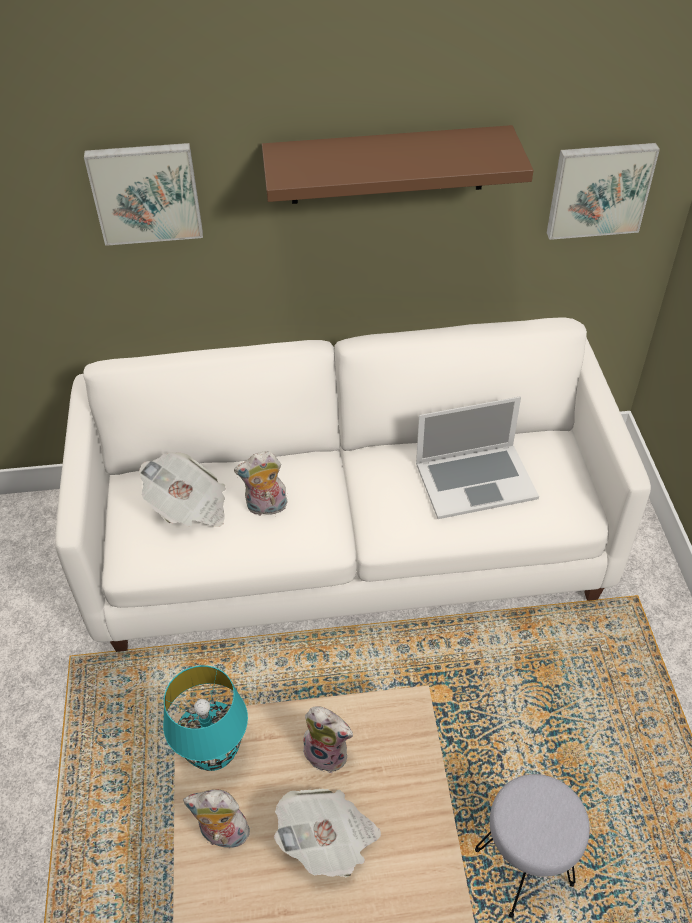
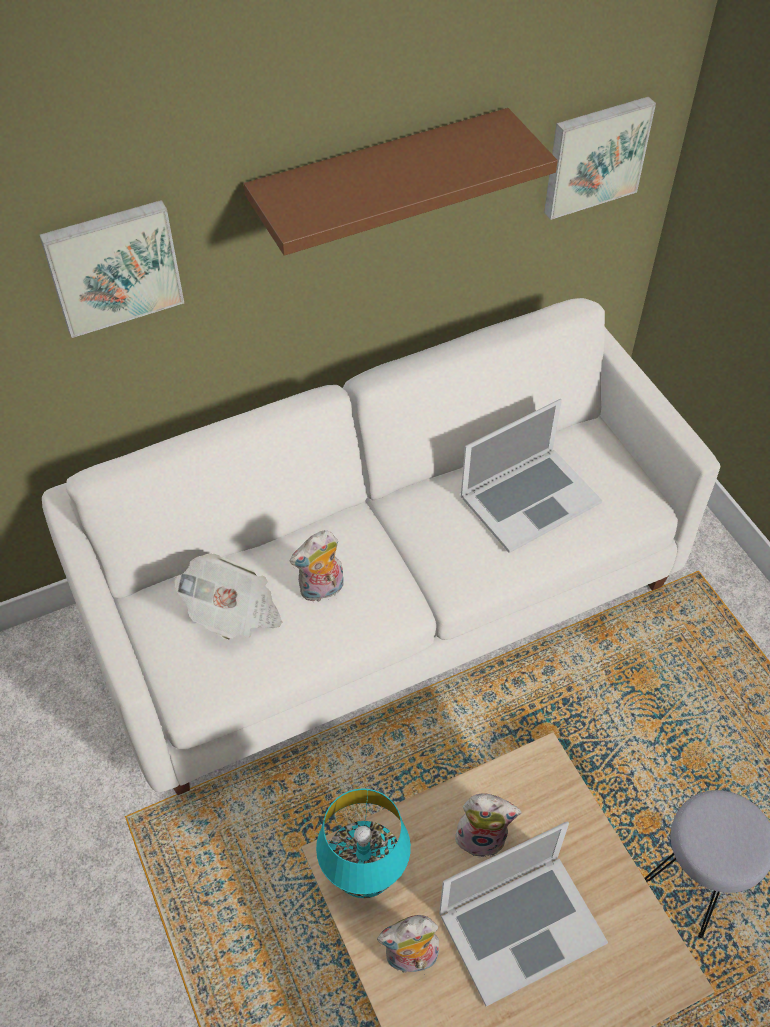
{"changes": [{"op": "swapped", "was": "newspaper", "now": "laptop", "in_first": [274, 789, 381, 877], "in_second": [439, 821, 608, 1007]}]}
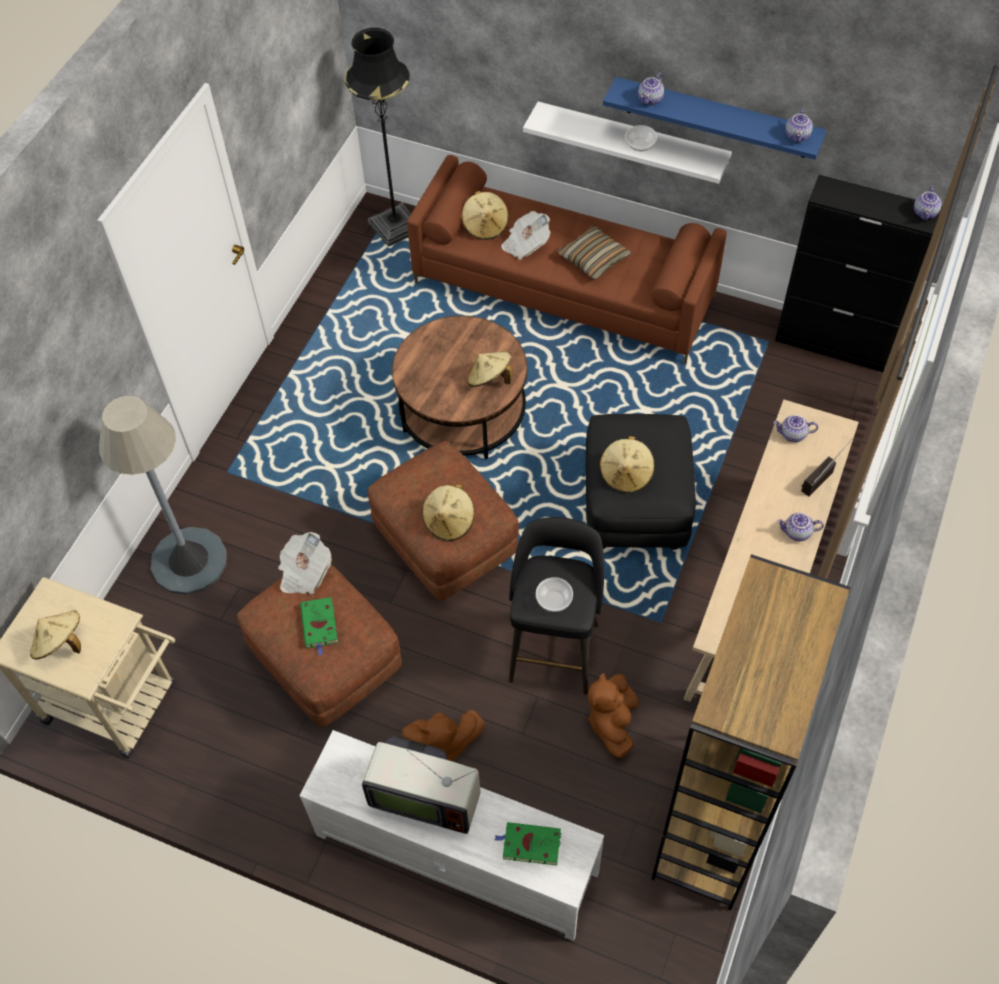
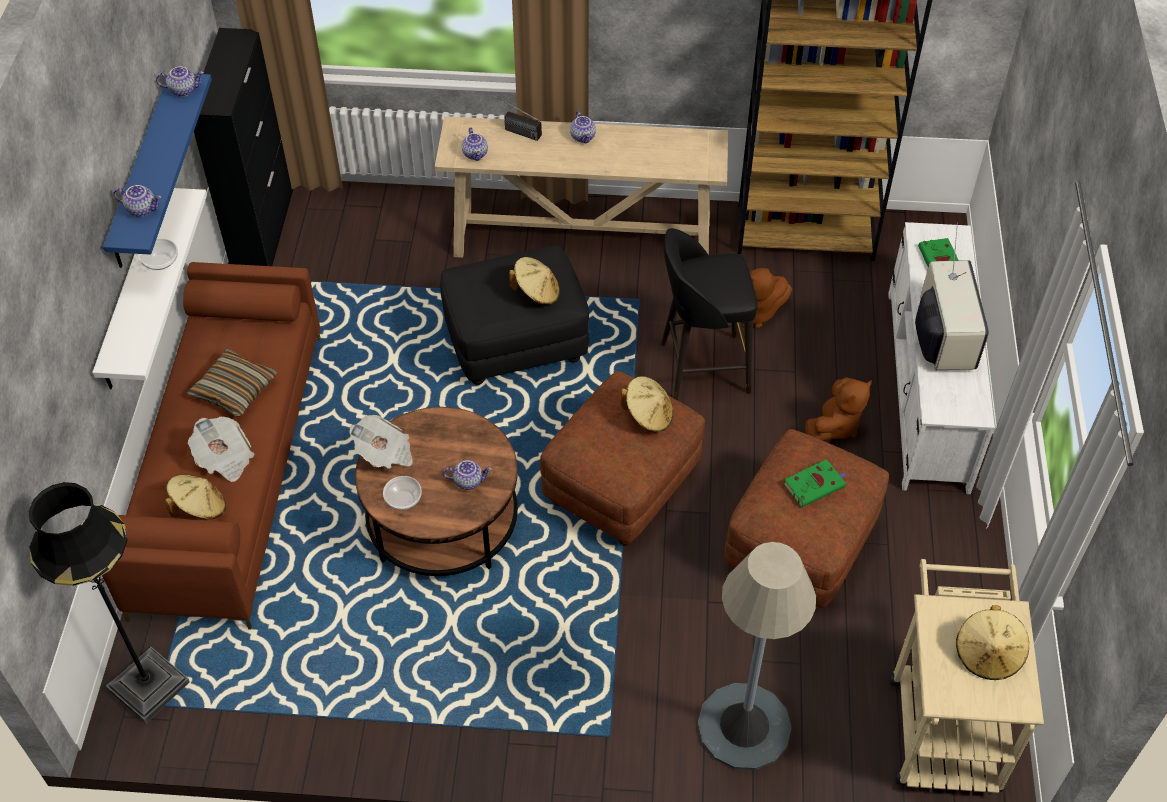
{"changes": [{"op": "shifted", "was": "newspaper", "in_first": [278, 532, 332, 594], "in_second": [349, 415, 413, 469]}, {"op": "shifted", "was": "bowl", "in_first": [536, 577, 573, 612], "in_second": [383, 476, 422, 510]}, {"op": "shifted", "was": "teapot", "in_first": [914, 186, 942, 220], "in_second": [443, 460, 492, 490]}, {"op": "rotated", "was": "brown plush toy", "in_first": [402, 710, 485, 761], "in_second": [805, 377, 872, 441], "clockwise": 60}, {"op": "gone", "was": "beige hat", "in_first": [467, 351, 512, 387]}]}
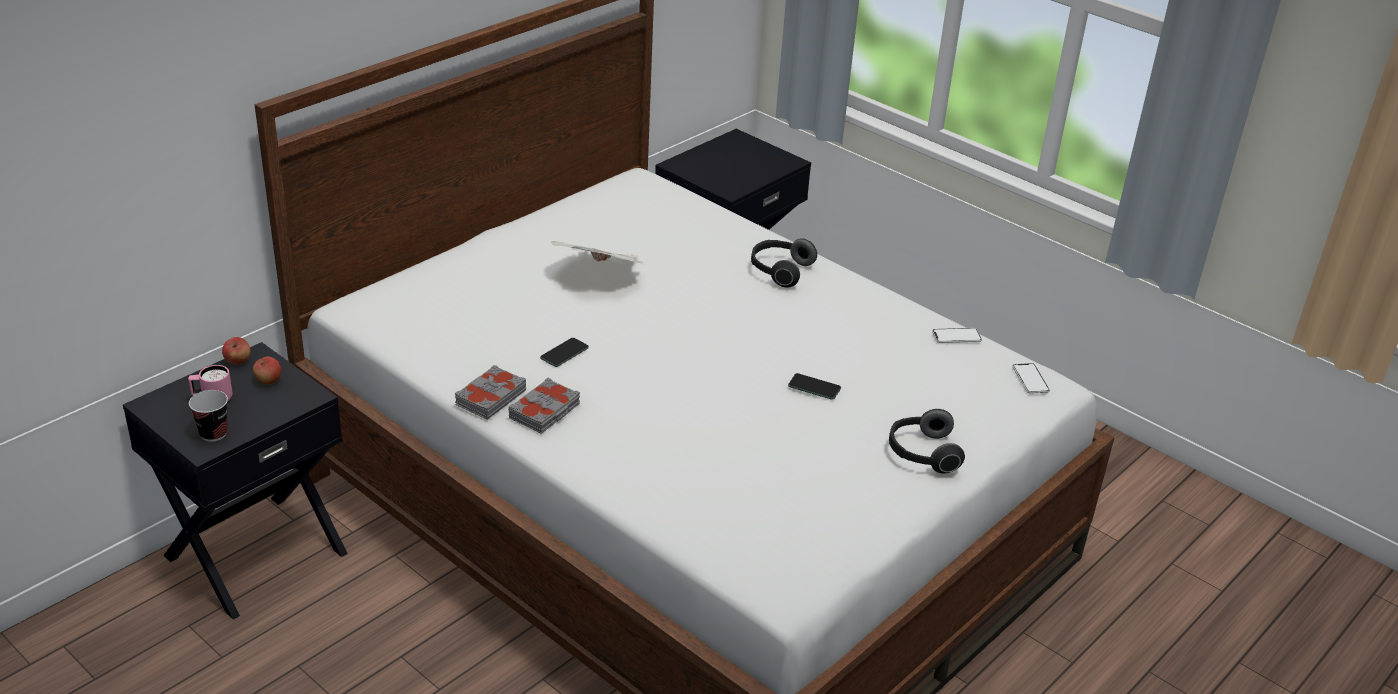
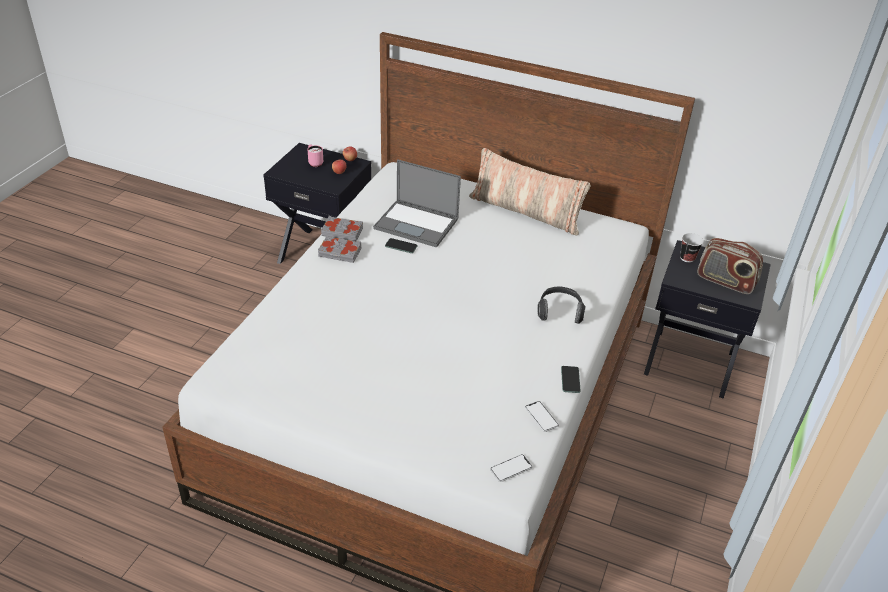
{"changes": [{"op": "new", "now": "laptop", "in_second": [373, 159, 461, 248]}, {"op": "new", "now": "pillow", "in_second": [469, 148, 591, 235]}, {"op": "shifted", "was": "phone", "in_first": [788, 373, 841, 400], "in_second": [561, 366, 581, 393]}, {"op": "shifted", "was": "cup", "in_first": [189, 390, 228, 442], "in_second": [680, 233, 704, 263]}, {"op": "new", "now": "radio", "in_second": [697, 238, 763, 294]}, {"op": "gone", "was": "newspaper", "in_first": [551, 241, 642, 264]}, {"op": "gone", "was": "headphones", "in_first": [889, 409, 965, 474]}]}
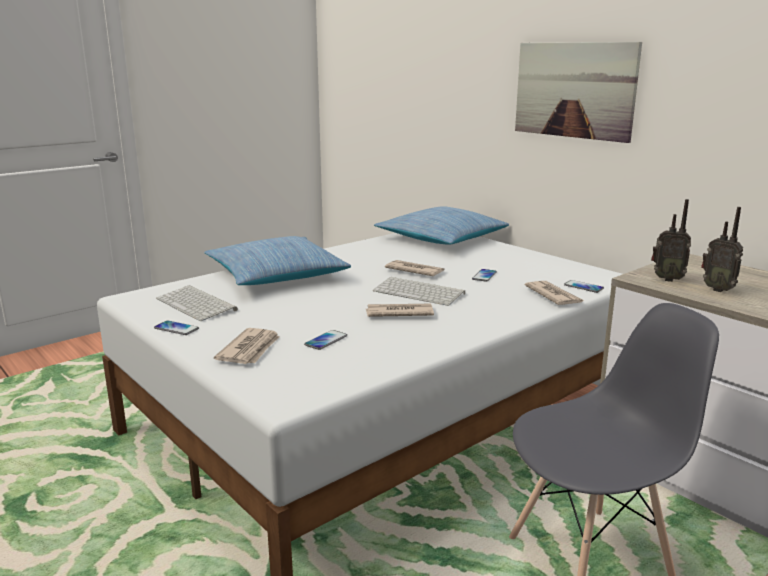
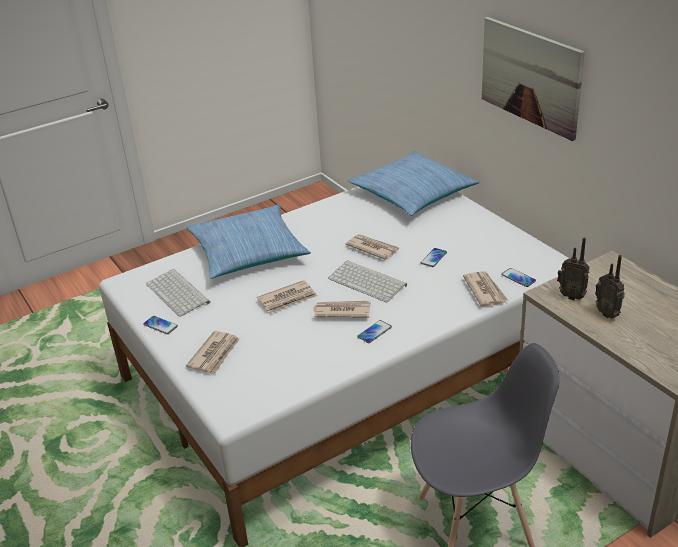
{"changes": [{"op": "new", "now": "newspaper", "in_second": [257, 280, 317, 313]}, {"op": "shifted", "was": "phone", "in_first": [304, 330, 347, 350], "in_second": [357, 320, 392, 343]}]}
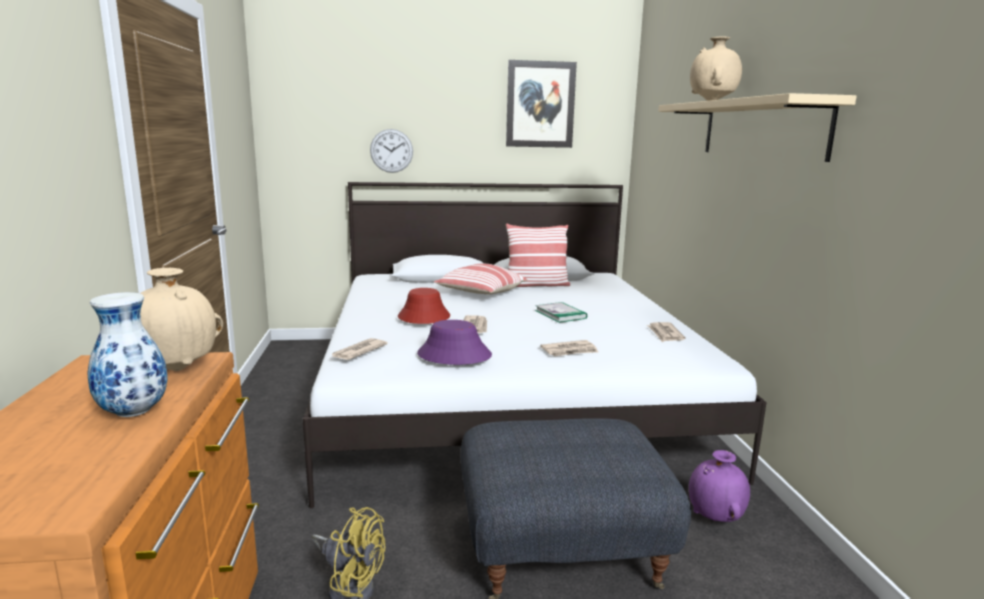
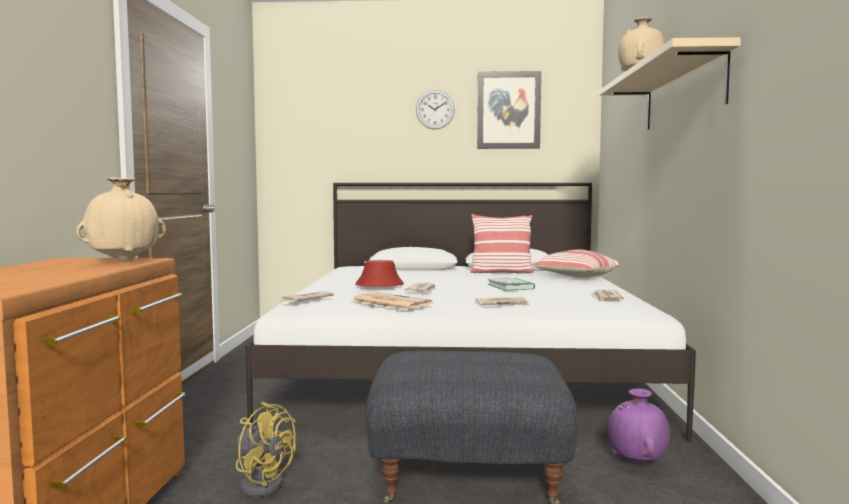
{"changes": [{"op": "swapped", "was": "purple hat", "now": "newspaper", "in_first": [417, 320, 492, 365], "in_second": [352, 292, 433, 310]}, {"op": "shifted", "was": "wall clock", "in_first": [370, 129, 413, 173], "in_second": [416, 90, 455, 130]}, {"op": "shifted", "was": "pillow", "in_first": [434, 264, 527, 295], "in_second": [531, 249, 622, 277]}, {"op": "gone", "was": "vase", "in_first": [88, 292, 168, 417]}]}
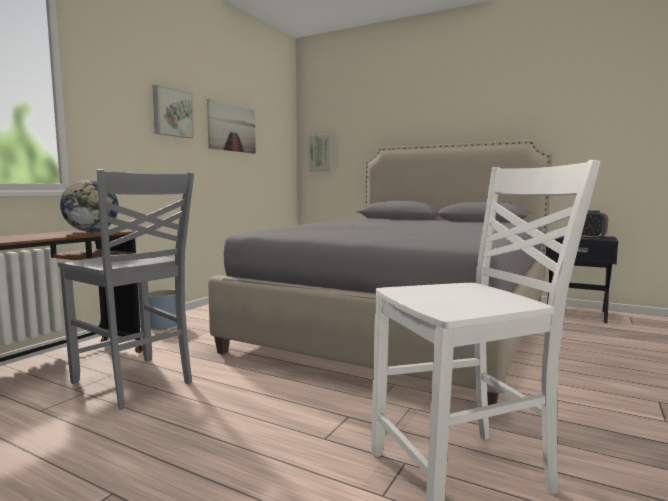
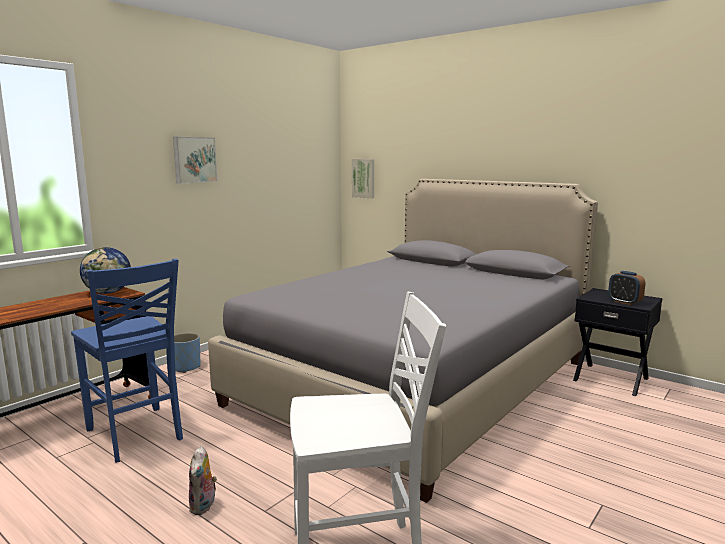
{"changes": [{"op": "repainted", "was": "grey chair", "now": "blue chair", "in_first": [58, 169, 194, 409], "in_second": [71, 259, 183, 463]}, {"op": "new", "now": "plush toy", "in_second": [189, 446, 217, 515]}, {"op": "gone", "was": "picture", "in_first": [207, 99, 256, 154]}]}
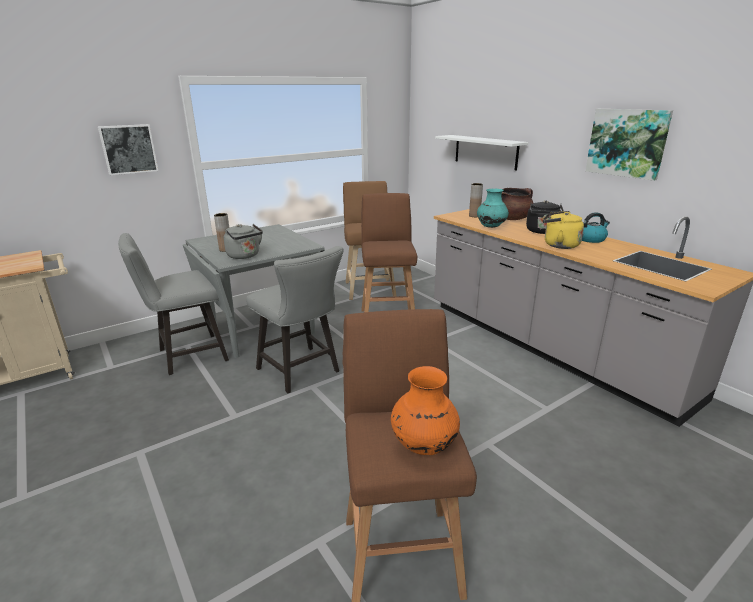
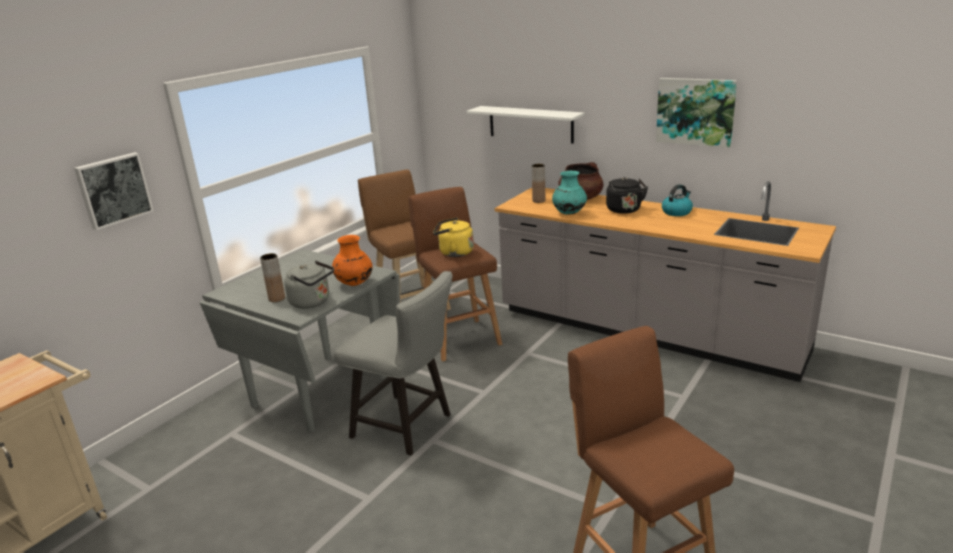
{"changes": [{"op": "shifted", "was": "orange vase", "in_first": [391, 366, 460, 455], "in_second": [332, 235, 372, 286]}, {"op": "shifted", "was": "yellow kettle", "in_first": [543, 211, 584, 249], "in_second": [433, 217, 474, 257]}, {"op": "gone", "was": "grey chair", "in_first": [118, 233, 229, 375]}]}
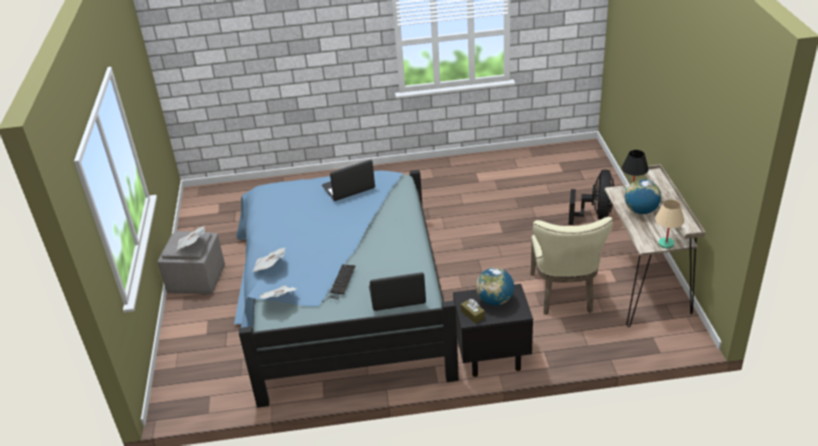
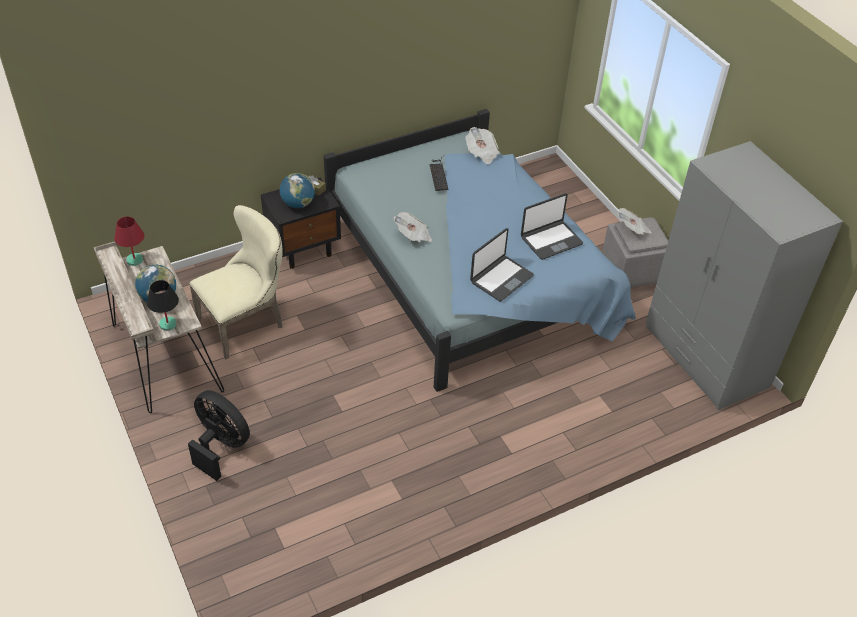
{"changes": [{"op": "repainted", "was": "beige table lamp", "now": "red table lamp", "in_first": [655, 200, 684, 249], "in_second": [114, 217, 144, 266]}, {"op": "rotated", "was": "black fan", "in_first": [569, 169, 614, 225], "in_second": [188, 390, 250, 481], "clockwise": 135}, {"op": "rotated", "was": "beige chair", "in_first": [531, 217, 613, 315], "in_second": [189, 205, 282, 359], "clockwise": 75}, {"op": "shifted", "was": "newspaper", "in_first": [252, 248, 285, 272], "in_second": [393, 212, 432, 242]}, {"op": "shifted", "was": "laptop", "in_first": [369, 272, 426, 311], "in_second": [521, 193, 583, 260]}, {"op": "new", "now": "grey wardrobe", "in_second": [646, 141, 843, 410]}]}
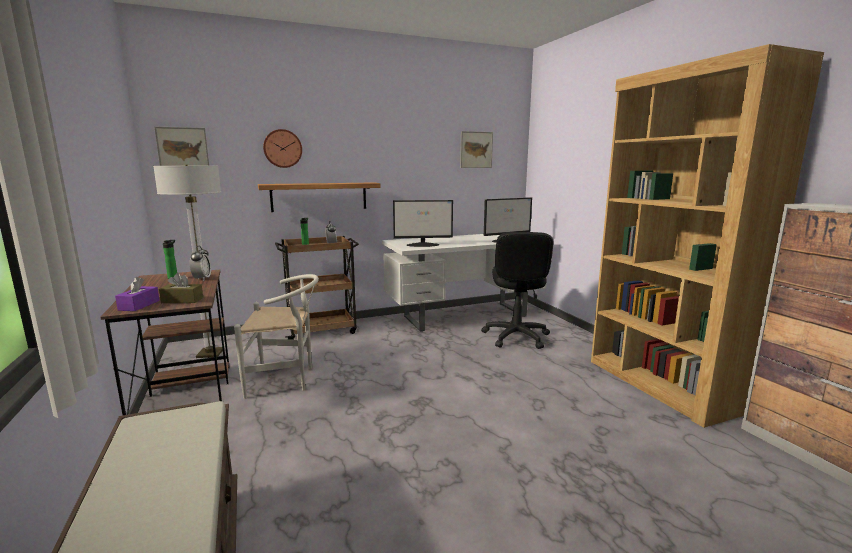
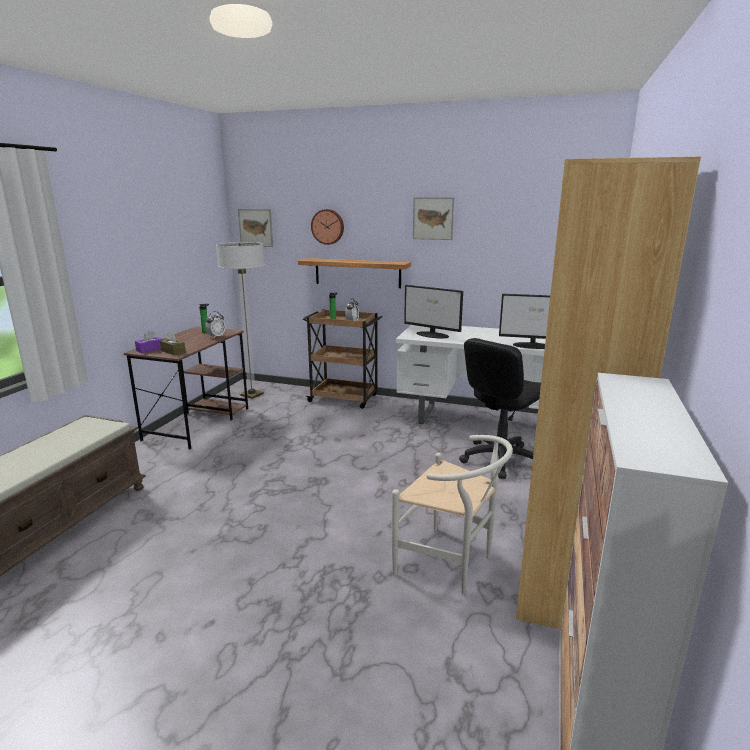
{"changes": [{"op": "shifted", "was": "white chair", "in_first": [234, 274, 319, 399], "in_second": [392, 435, 513, 594]}, {"op": "shifted", "was": "picture", "in_first": [460, 131, 493, 168], "in_second": [413, 197, 454, 240]}]}
